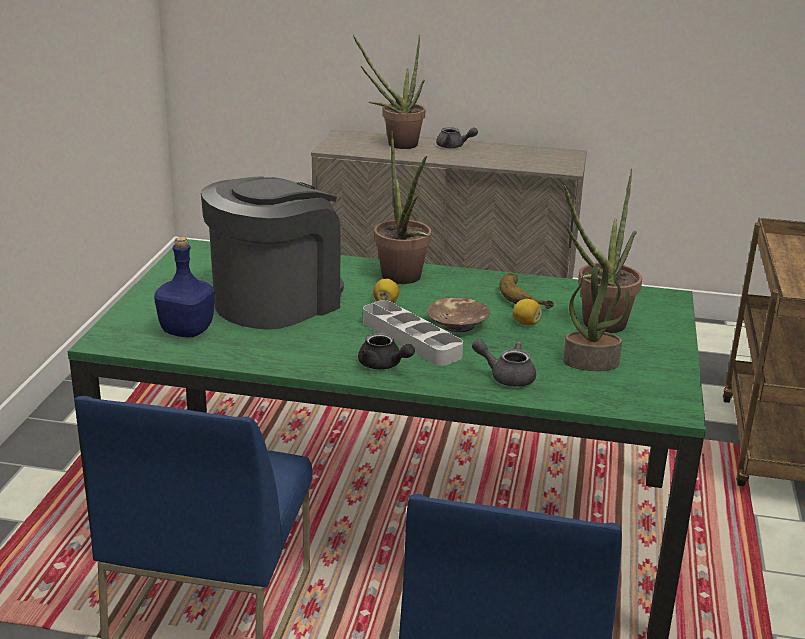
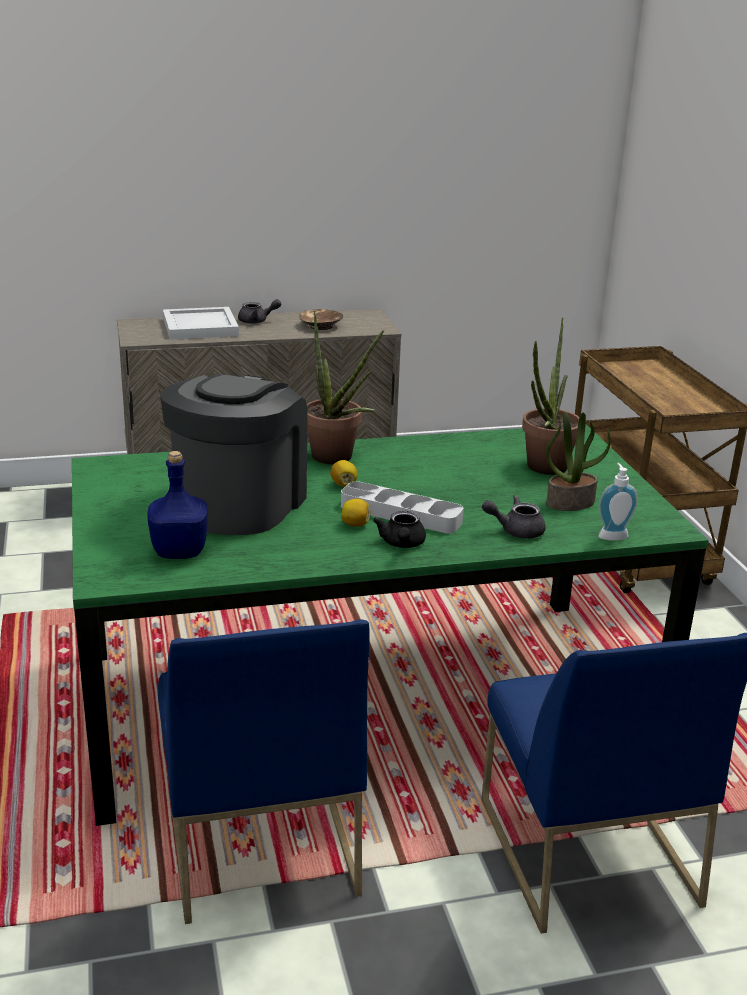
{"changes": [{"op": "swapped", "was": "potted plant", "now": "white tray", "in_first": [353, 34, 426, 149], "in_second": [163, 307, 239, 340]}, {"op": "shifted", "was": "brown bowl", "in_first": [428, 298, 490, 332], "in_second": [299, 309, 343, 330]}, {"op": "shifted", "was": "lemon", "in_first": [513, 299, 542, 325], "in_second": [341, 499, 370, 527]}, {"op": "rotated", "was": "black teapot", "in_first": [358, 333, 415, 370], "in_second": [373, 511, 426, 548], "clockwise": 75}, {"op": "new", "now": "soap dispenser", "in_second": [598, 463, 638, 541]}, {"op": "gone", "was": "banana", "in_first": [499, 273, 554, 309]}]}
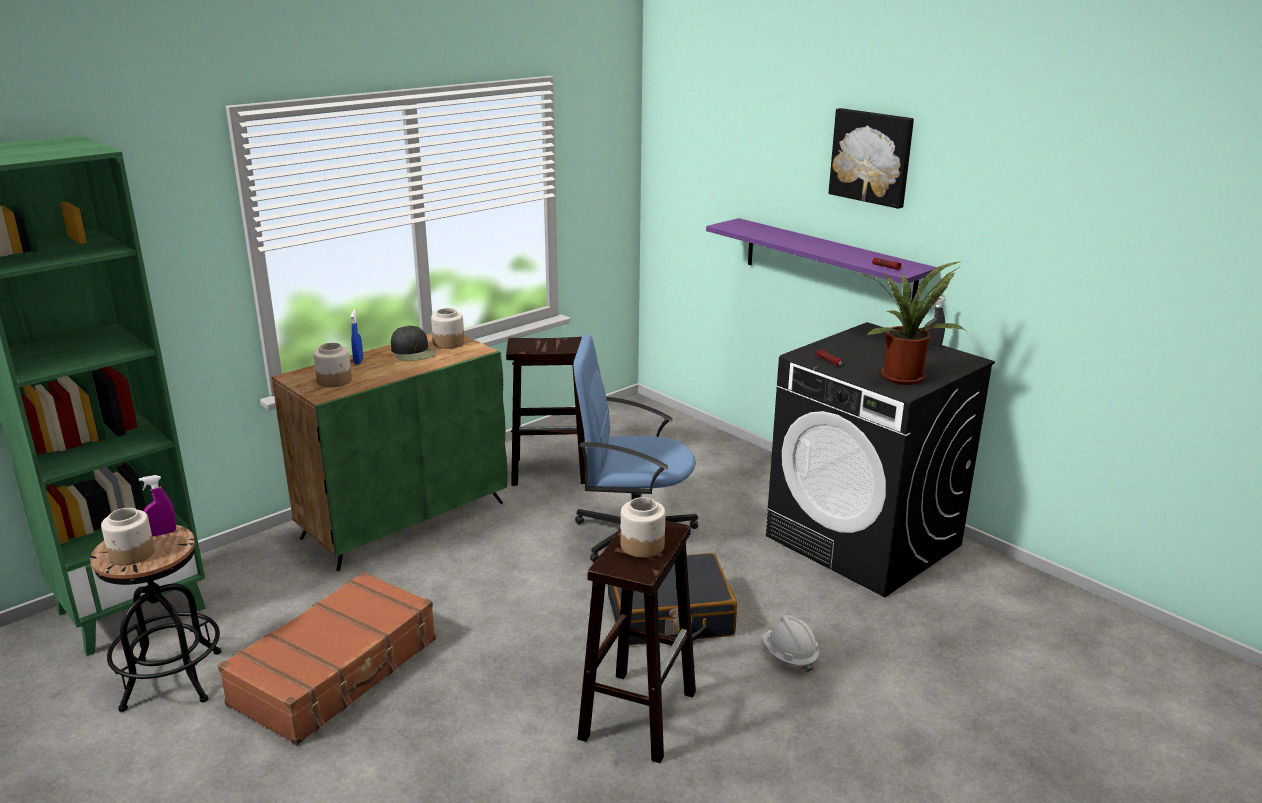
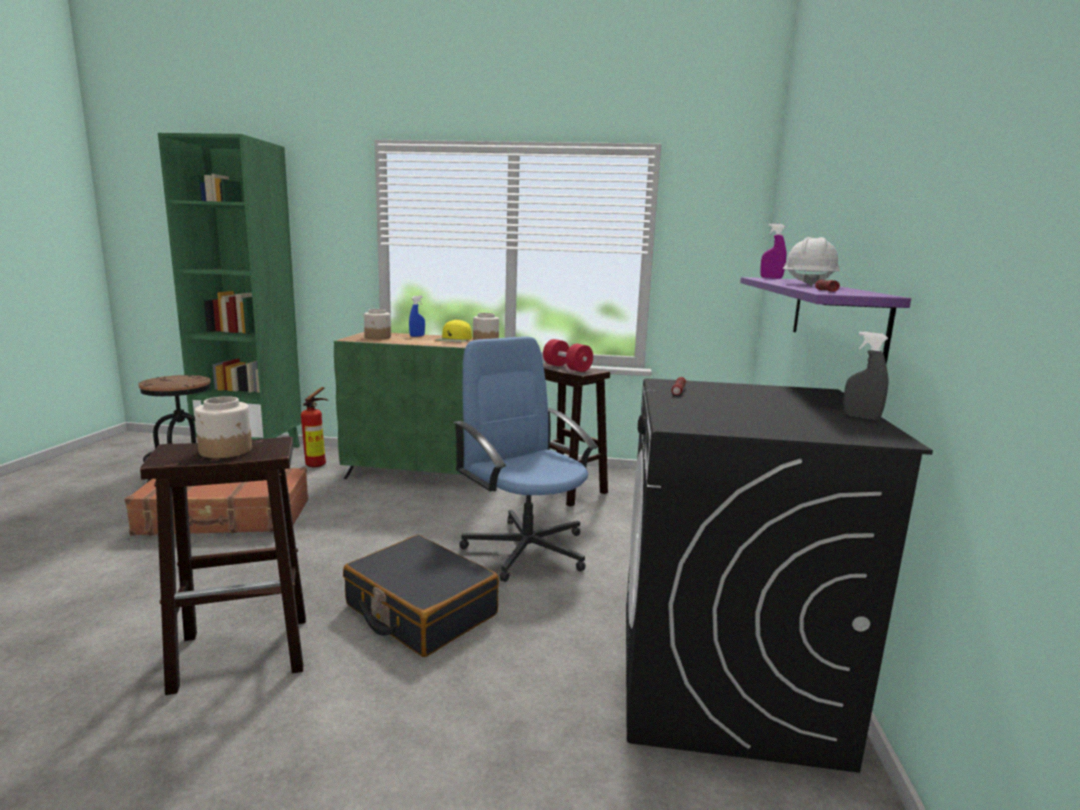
{"changes": [{"op": "new", "now": "fire extinguisher", "in_second": [301, 387, 328, 467]}, {"op": "repainted", "was": "black cap", "now": "yellow cap", "in_first": [391, 325, 436, 361], "in_second": [435, 319, 472, 342]}, {"op": "new", "now": "red dumbbell", "in_second": [543, 339, 593, 372]}, {"op": "shifted", "was": "purple spray bottle", "in_first": [139, 475, 176, 536], "in_second": [760, 224, 786, 279]}, {"op": "shifted", "was": "white hard hat", "in_first": [762, 615, 819, 672], "in_second": [782, 237, 840, 287]}, {"op": "gone", "was": "jar", "in_first": [101, 508, 155, 565]}, {"op": "gone", "was": "picture", "in_first": [829, 108, 914, 209]}, {"op": "gone", "was": "potted plant", "in_first": [852, 261, 965, 385]}]}
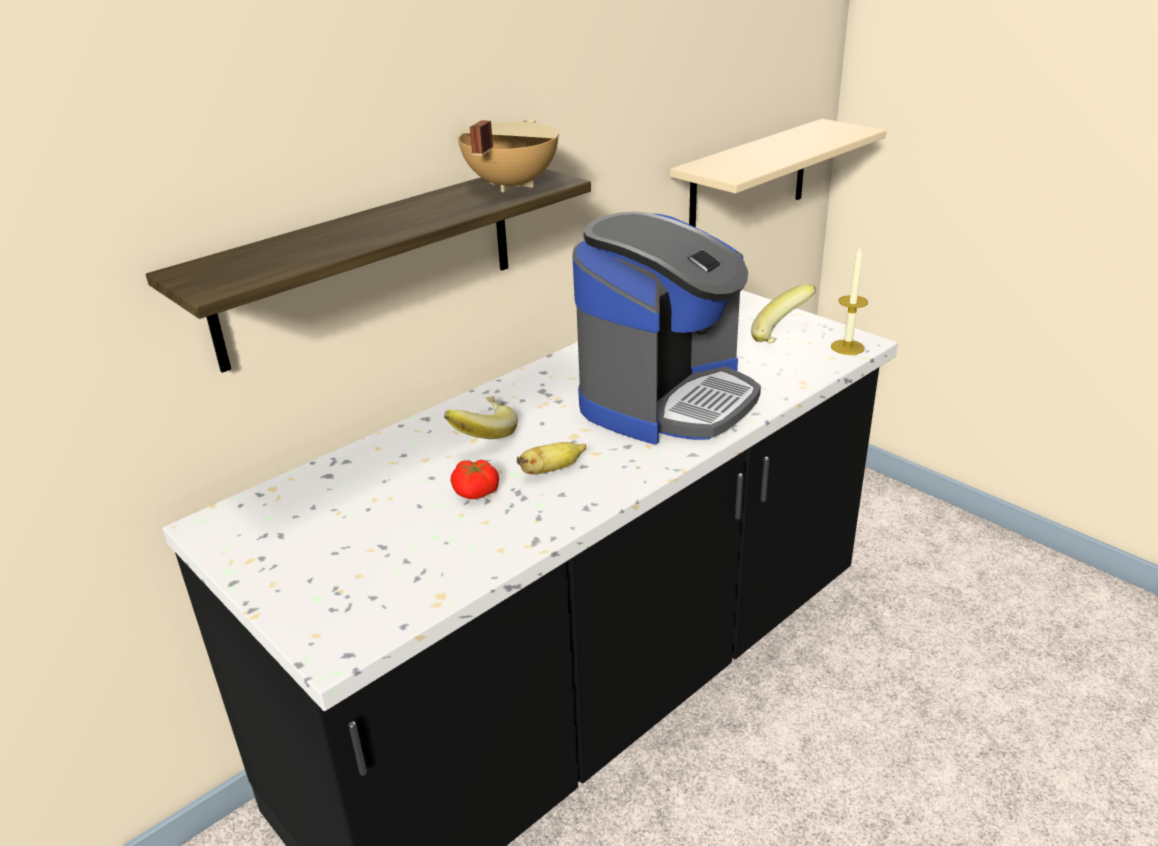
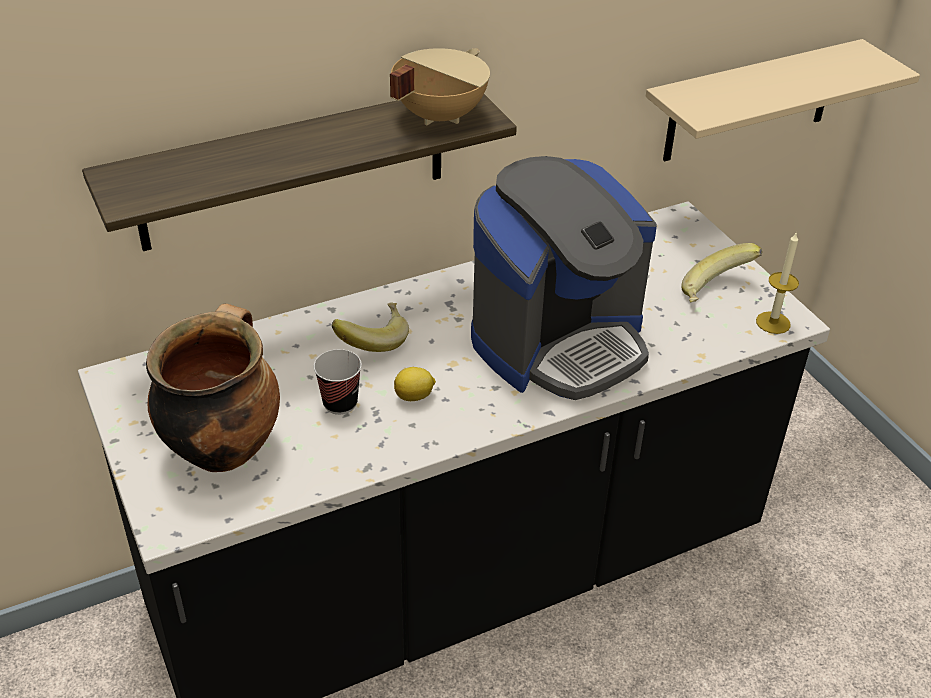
{"changes": [{"op": "new", "now": "cooking pot", "in_second": [146, 304, 280, 472]}, {"op": "swapped", "was": "tomato", "now": "cup", "in_first": [451, 460, 499, 499], "in_second": [314, 349, 362, 415]}, {"op": "swapped", "was": "banana", "now": "lemon", "in_first": [517, 442, 586, 474], "in_second": [394, 367, 436, 401]}]}
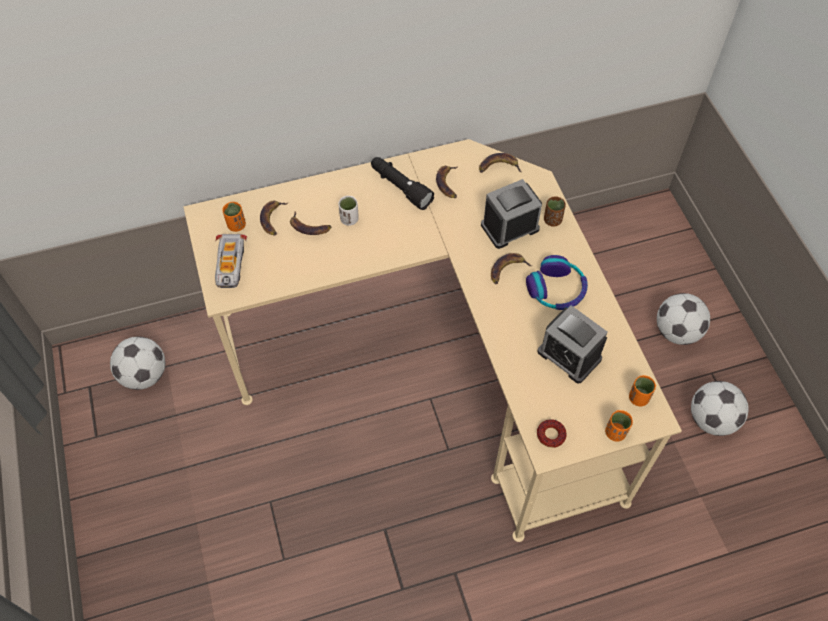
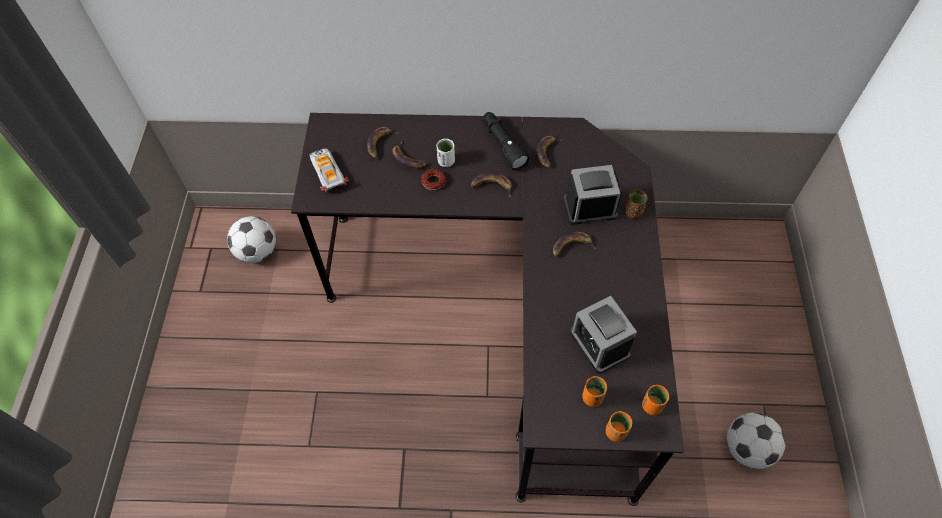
{"changes": [{"op": "repainted", "was": "beige desk", "now": "black desk", "in_first": [183, 139, 682, 542], "in_second": [291, 113, 684, 506]}, {"op": "rotated", "was": "toy car", "in_first": [215, 234, 247, 288], "in_second": [309, 148, 349, 193], "clockwise": 135}, {"op": "shifted", "was": "donut", "in_first": [537, 419, 567, 448], "in_second": [421, 169, 446, 190]}, {"op": "shifted", "was": "banana", "in_first": [479, 153, 521, 173], "in_second": [471, 172, 512, 197]}, {"op": "shifted", "was": "orange cup", "in_first": [222, 202, 246, 232], "in_second": [582, 376, 607, 407]}, {"op": "gone", "was": "headphones", "in_first": [526, 255, 588, 310]}, {"op": "gone", "was": "football", "in_first": [657, 293, 710, 345]}]}
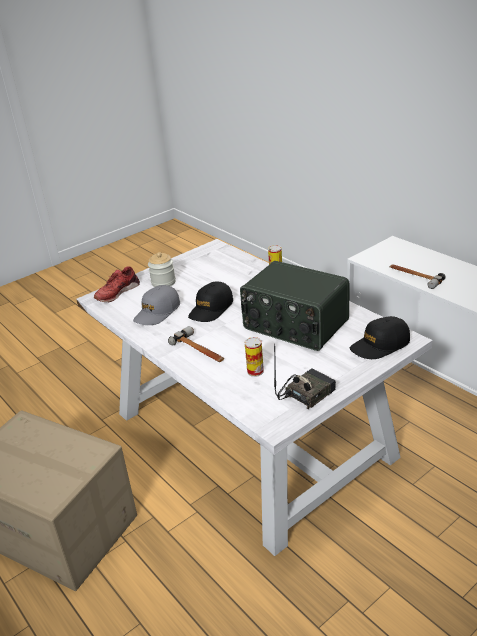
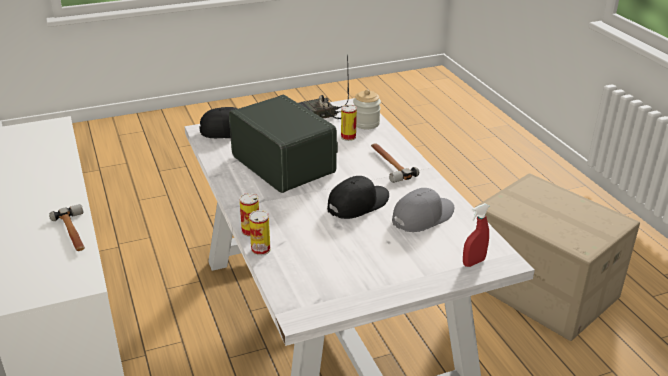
{"changes": [{"op": "new", "now": "can", "in_second": [249, 210, 270, 256]}, {"op": "shifted", "was": "jar", "in_first": [148, 252, 176, 287], "in_second": [353, 89, 381, 129]}, {"op": "swapped", "was": "red shoe", "now": "red spray bottle", "in_first": [94, 266, 140, 302], "in_second": [463, 203, 489, 267]}]}
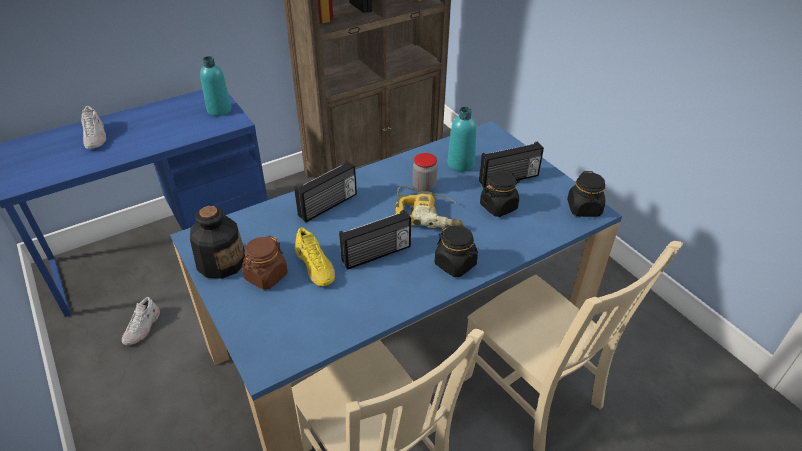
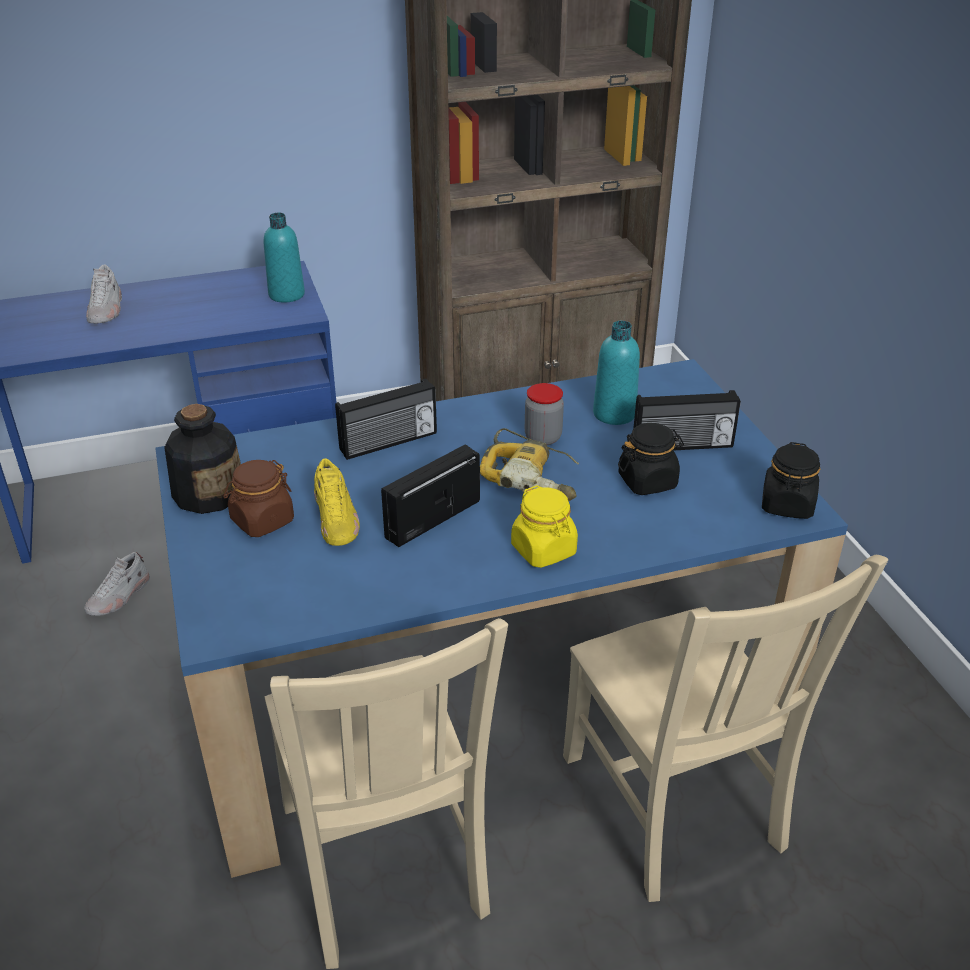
{"changes": [{"op": "rotated", "was": "radio", "in_first": [339, 210, 411, 270], "in_second": [381, 445, 480, 547], "clockwise": 150}, {"op": "repainted", "was": "black jar", "now": "yellow jar", "in_first": [435, 225, 478, 277], "in_second": [511, 485, 578, 568]}]}
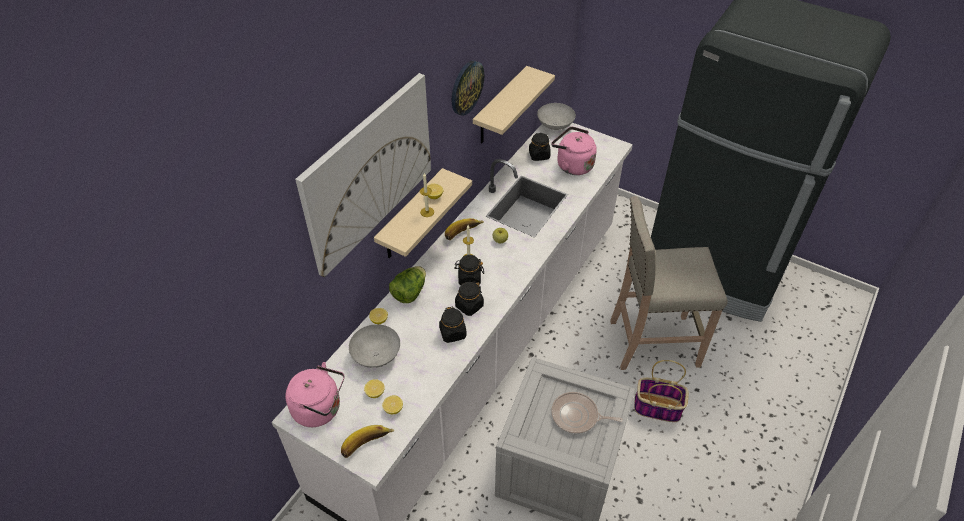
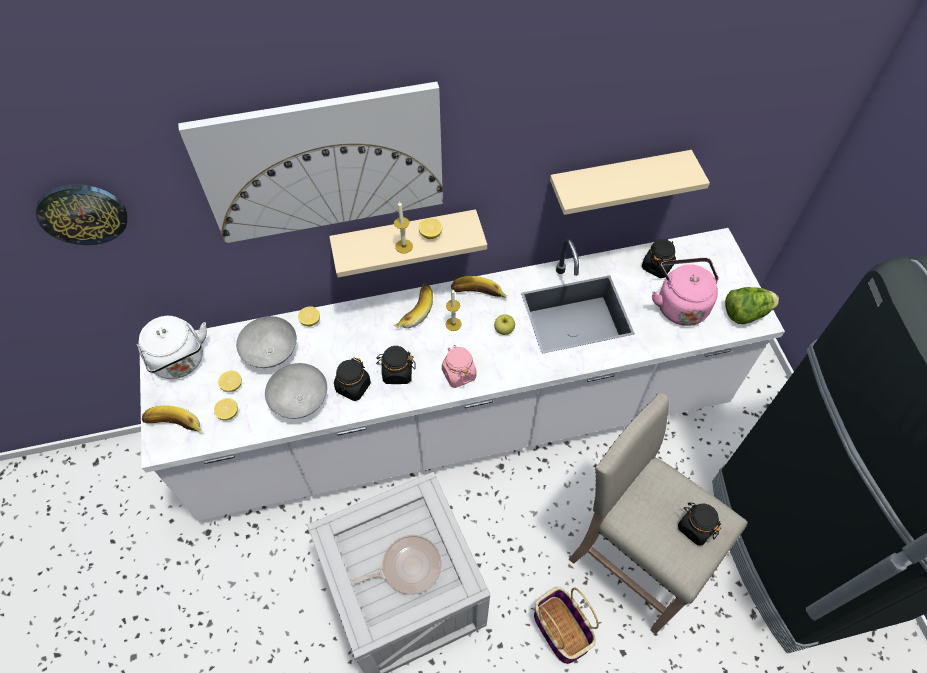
{"changes": [{"op": "shifted", "was": "wall clock", "in_first": [452, 60, 484, 116], "in_second": [36, 184, 127, 245]}, {"op": "repainted", "was": "pink kettle", "now": "white kettle", "in_first": [285, 362, 344, 427], "in_second": [137, 316, 207, 379]}, {"op": "shifted", "was": "grey bowl", "in_first": [537, 103, 576, 130], "in_second": [265, 363, 327, 419]}, {"op": "rotated", "was": "frying pan", "in_first": [551, 392, 623, 434], "in_second": [353, 535, 442, 595], "clockwise": 105}, {"op": "new", "now": "banana", "in_second": [394, 284, 433, 328]}, {"op": "new", "now": "pink jar", "in_second": [442, 345, 477, 388]}, {"op": "shifted", "was": "black jar", "in_first": [454, 255, 484, 285], "in_second": [678, 503, 721, 545]}, {"op": "shifted", "was": "lettuce", "in_first": [389, 266, 426, 303], "in_second": [725, 287, 779, 324]}]}
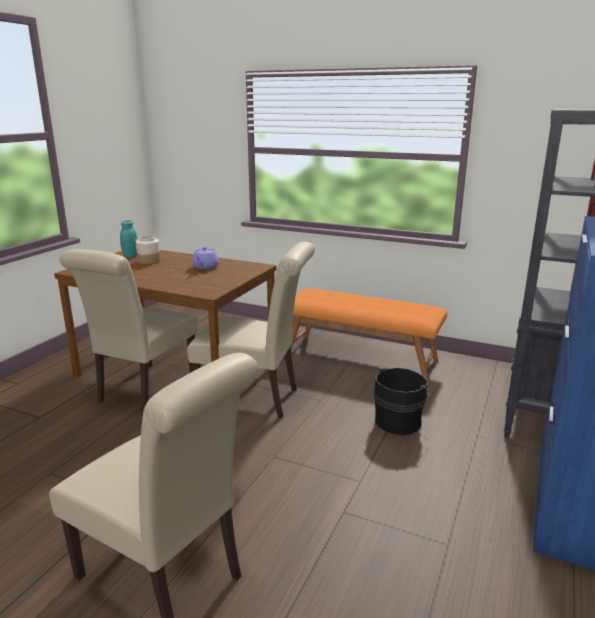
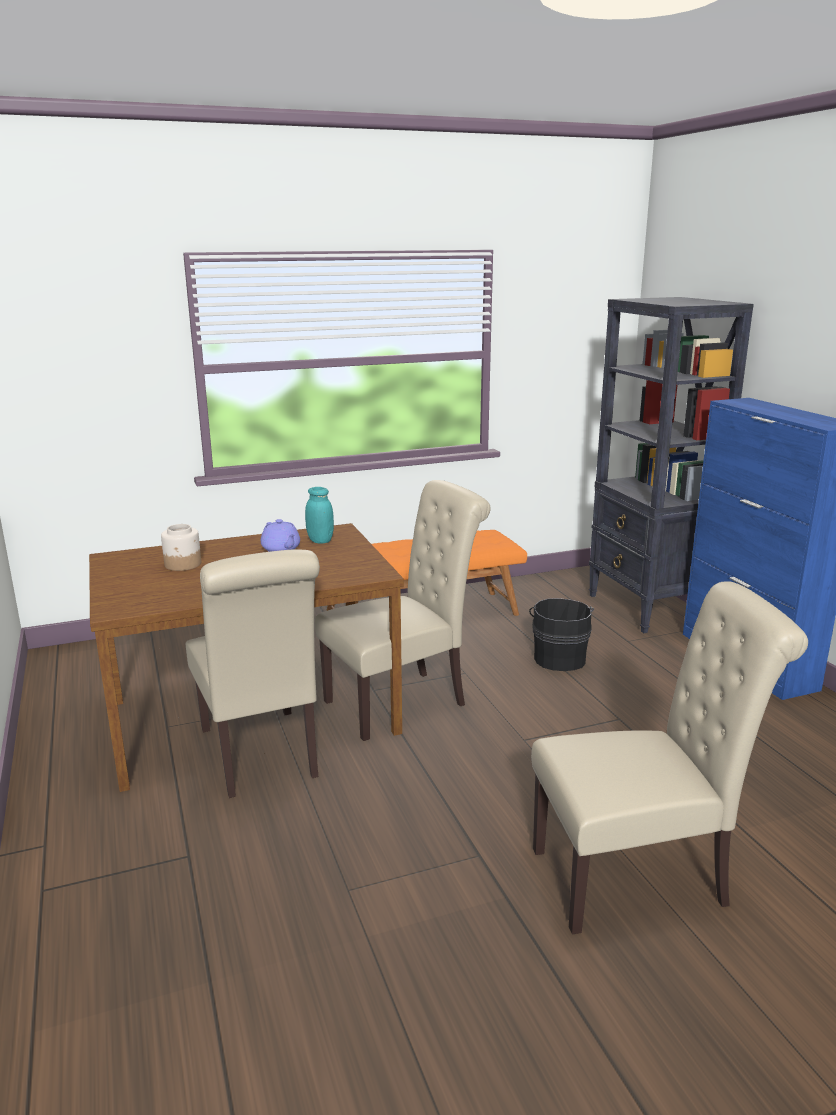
{"changes": [{"op": "shifted", "was": "turquoise jar", "in_first": [120, 220, 137, 257], "in_second": [305, 487, 334, 544]}]}
